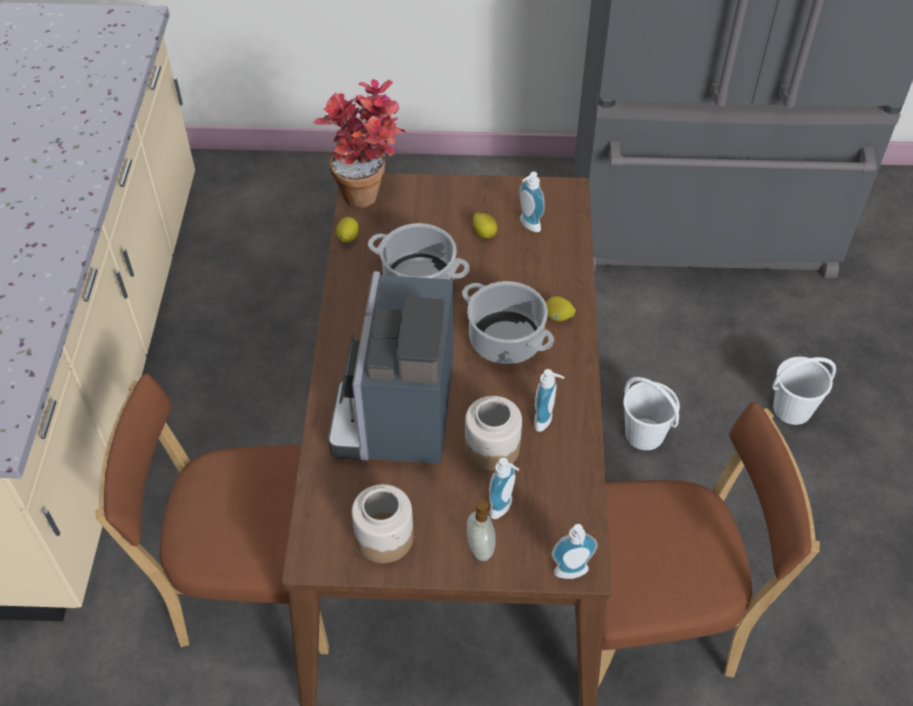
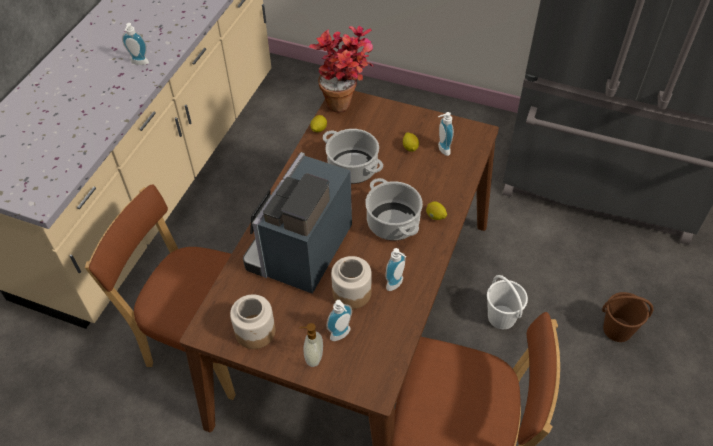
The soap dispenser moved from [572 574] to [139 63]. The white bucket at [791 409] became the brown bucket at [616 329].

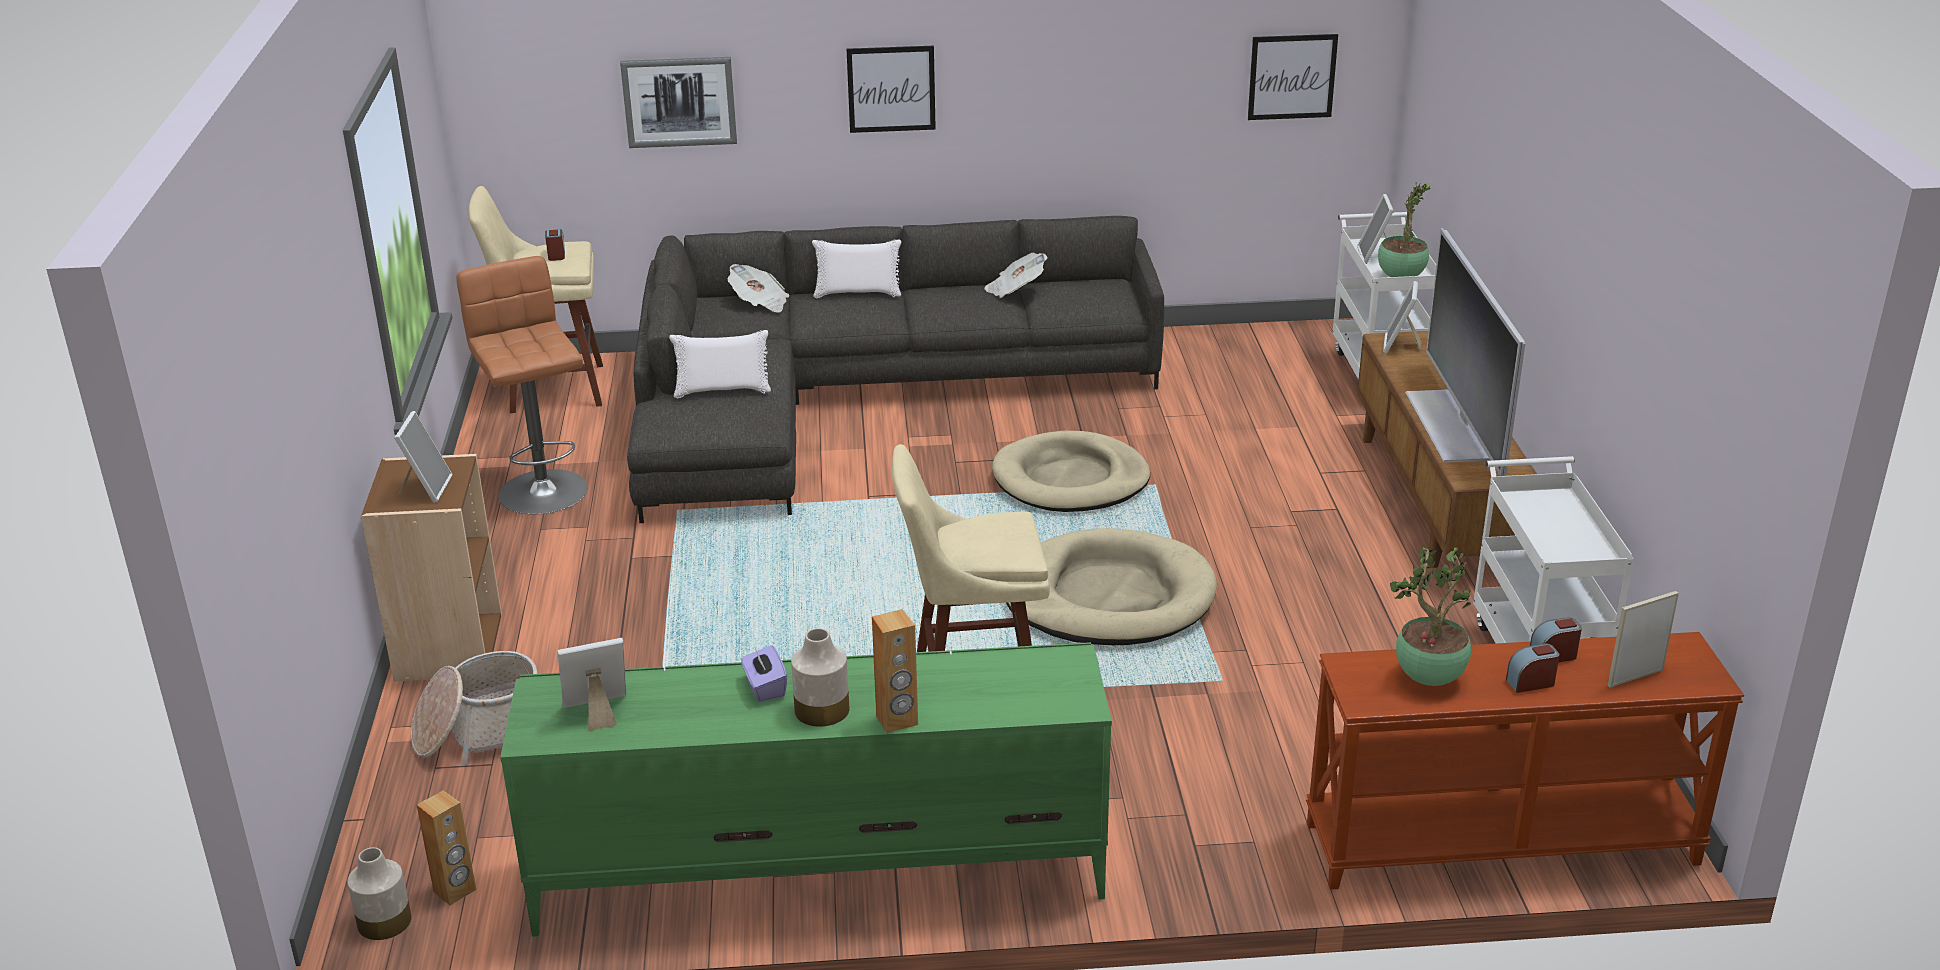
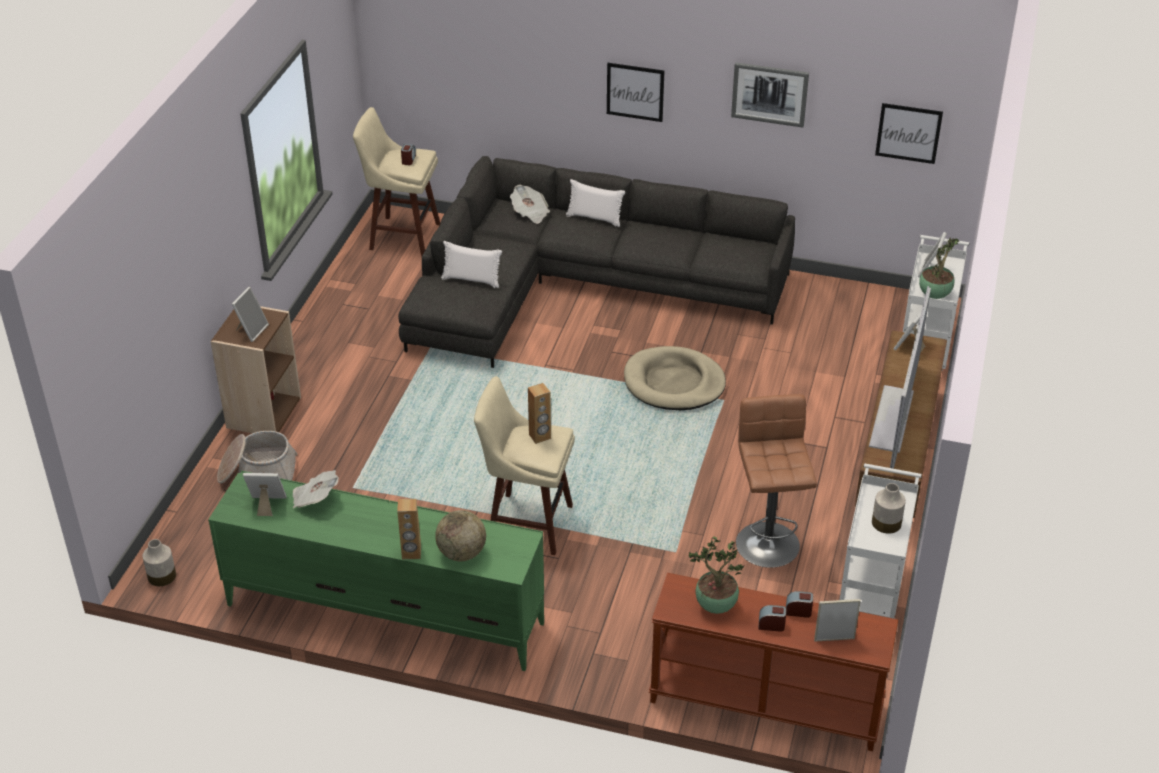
The purple tissue box at [765 687] disappeared. The beige dog bed at [1109 597] disappeared. The globe at [462 553] appeared. The brown speaker moved from [455 891] to [540 436]. The brown stool moved from [544 491] to [768 544]. The picture moved from [679 102] to [769 94]. The beige vase moved from [822 710] to [886 523]. The newspaper moved from [1015 290] to [315 499].

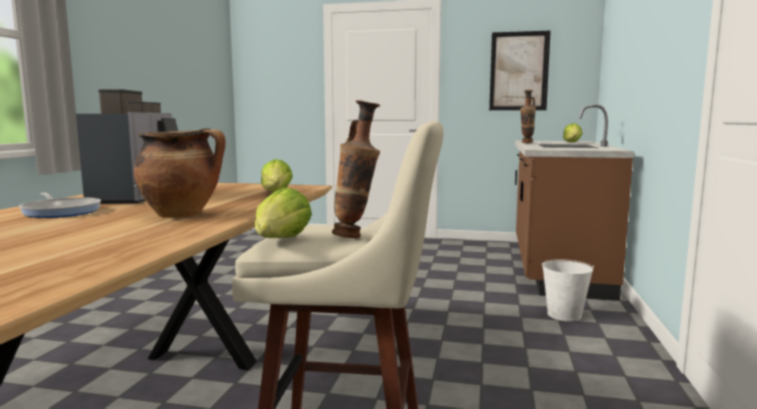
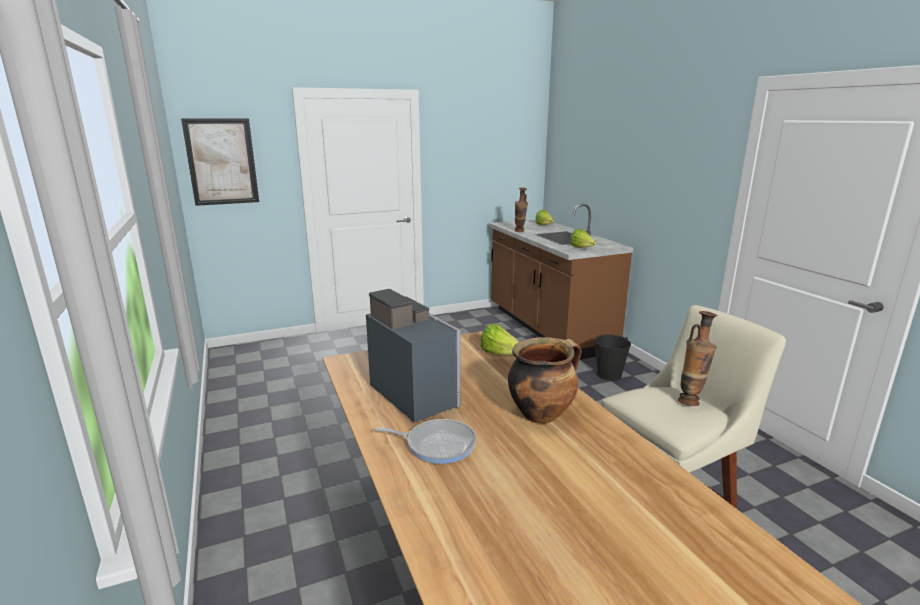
The lettuce moved from [281 241] to [582 248]. The picture moved from [519 71] to [222 162]. The white bucket at [564 315] became the black bucket at [609 375].

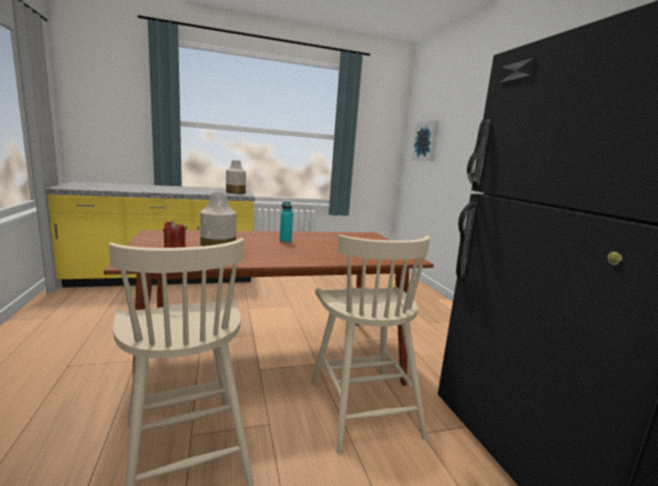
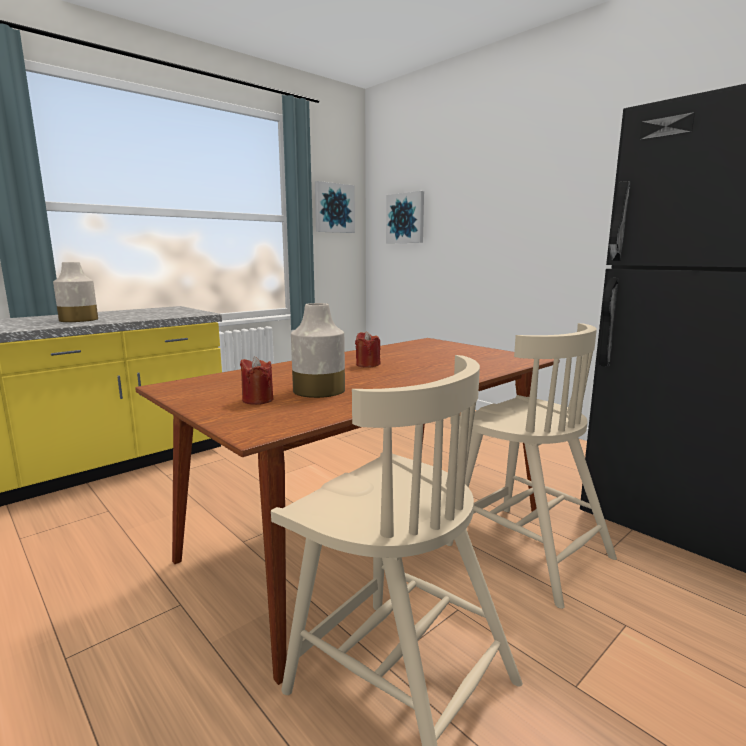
The picture at [334 208] appeared. The beige vase moved from [235 192] to [78 319]. The turquoise bottle at [285 241] was replaced by the red candle at [367 365].

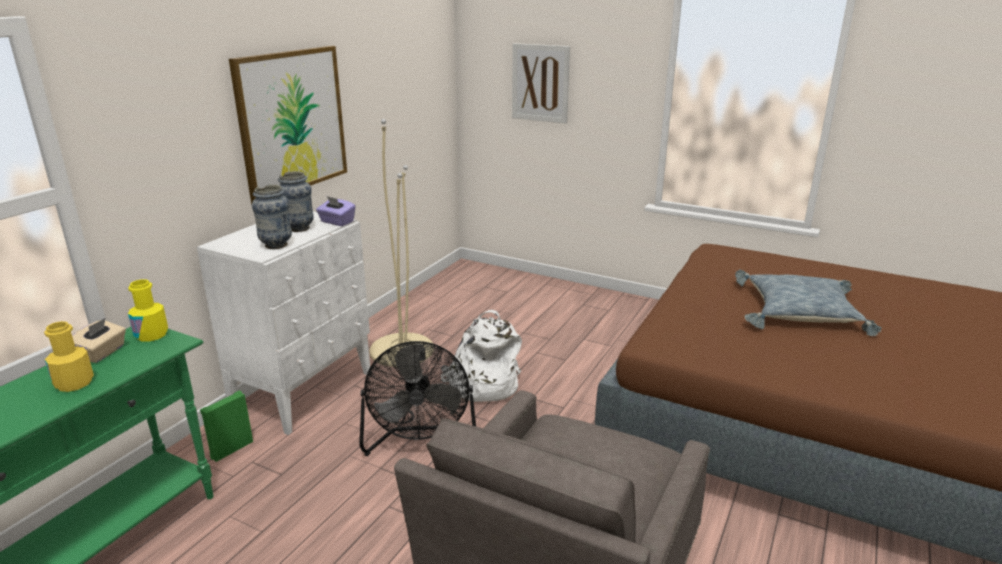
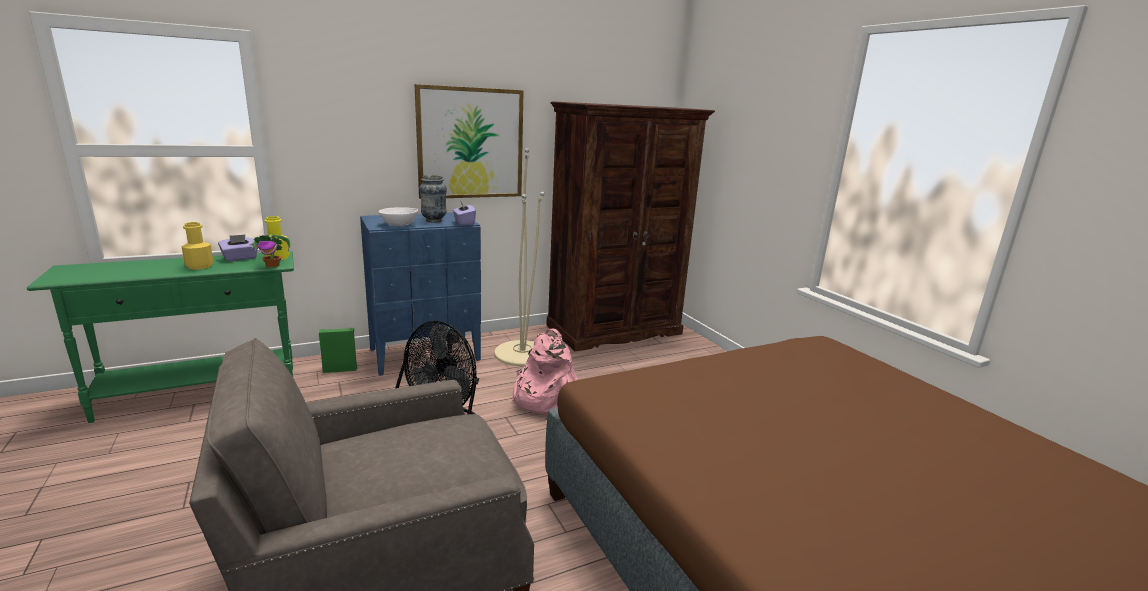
The picture at [540 83] disappeared. The pillow at [799 308] disappeared. The potted plant at [273 265] appeared. The brown wardrobe at [614 330] appeared. The vase at [276 245] was replaced by the white bowl at [399 224]. The beige tissue box at [102 353] became the purple tissue box at [240 258]. The white dresser at [305 392] became the blue dresser at [426 355]. The white backpack at [482 384] became the pink backpack at [543 398].

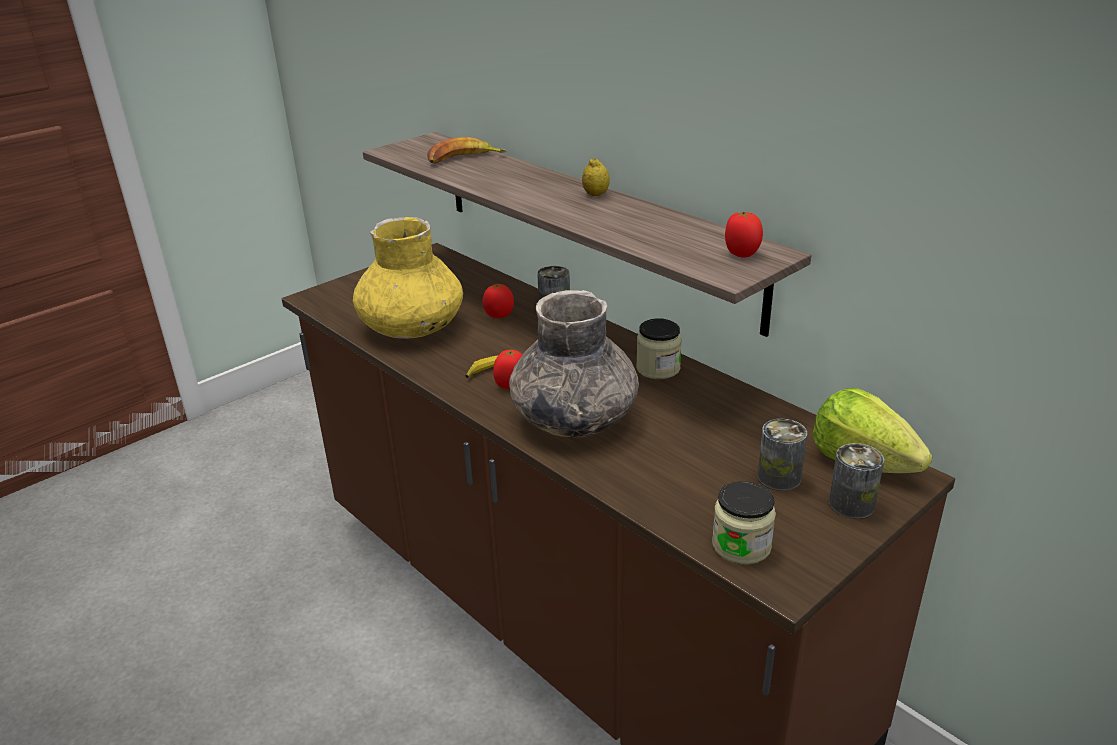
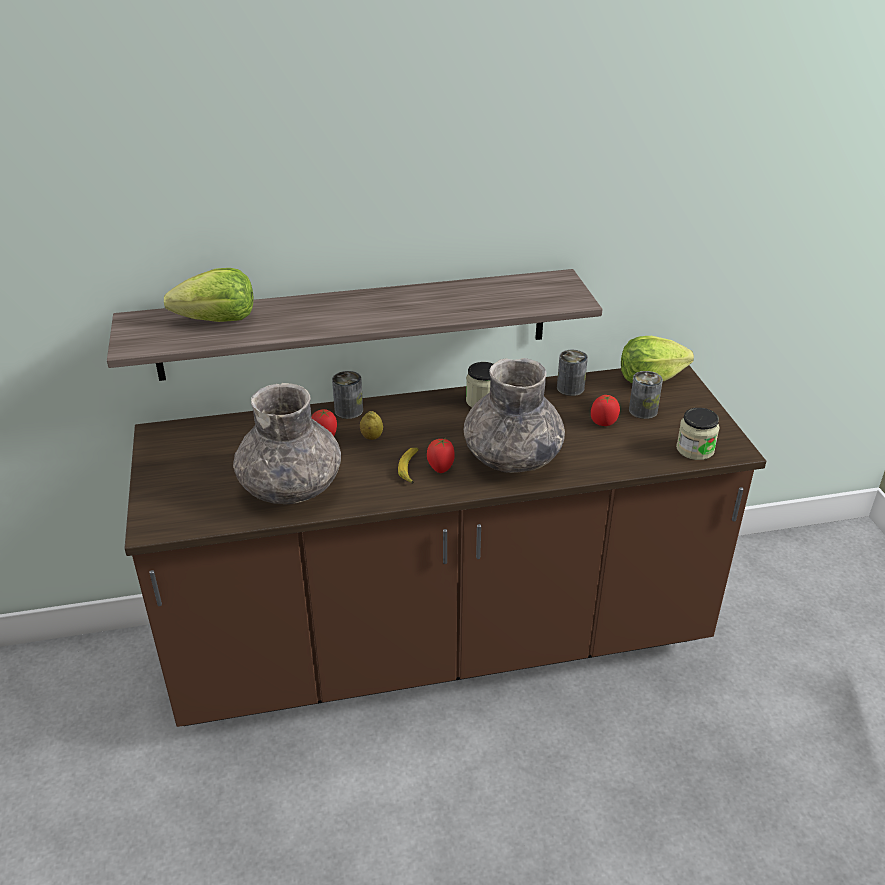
The lemon moved from [595 195] to [371 437]. The tomato moved from [741 254] to [603 423]. The can moved from [851 504] to [570 388]. The banana at [463 159] was replaced by the lettuce at [218 320]. The yellow vase at [412 328] became the grey vase at [291 487].

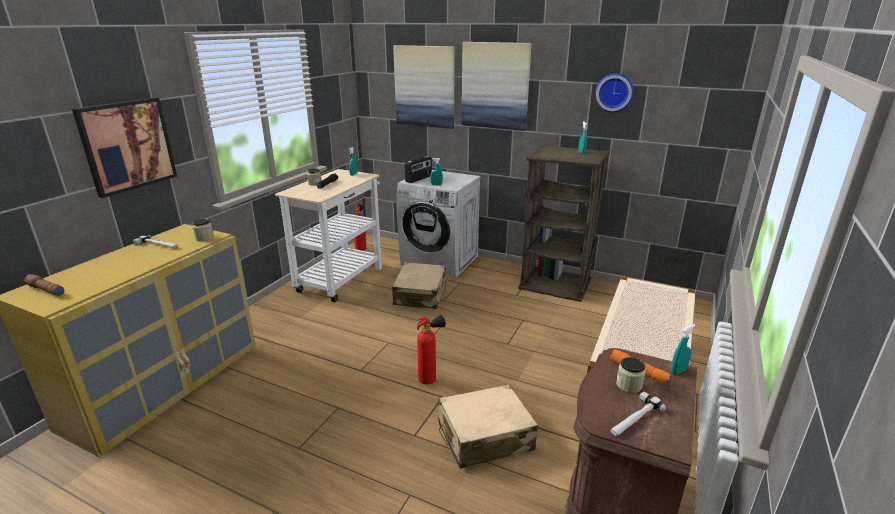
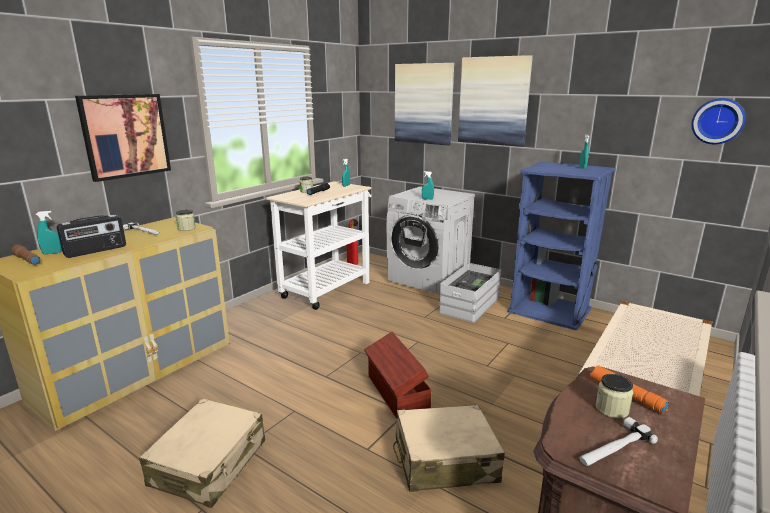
The grey storage box at [470 305] appeared. The beige suitcase moved from [420 294] to [209 463]. The radio moved from [419 179] to [96 251]. The wall clock moved from [614 92] to [718 121]. The turquoise spray bottle moved from [678 371] to [52 253]. The fire extinguisher at [430 379] was replaced by the brown storage box at [397 393]. The brown bookcase at [556 284] became the blue bookcase at [550 310].

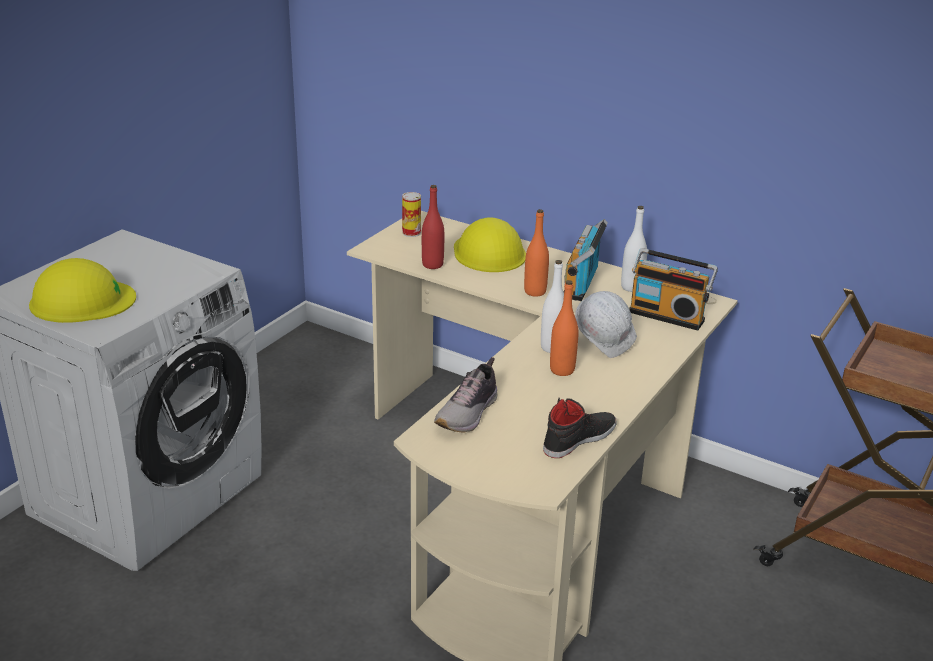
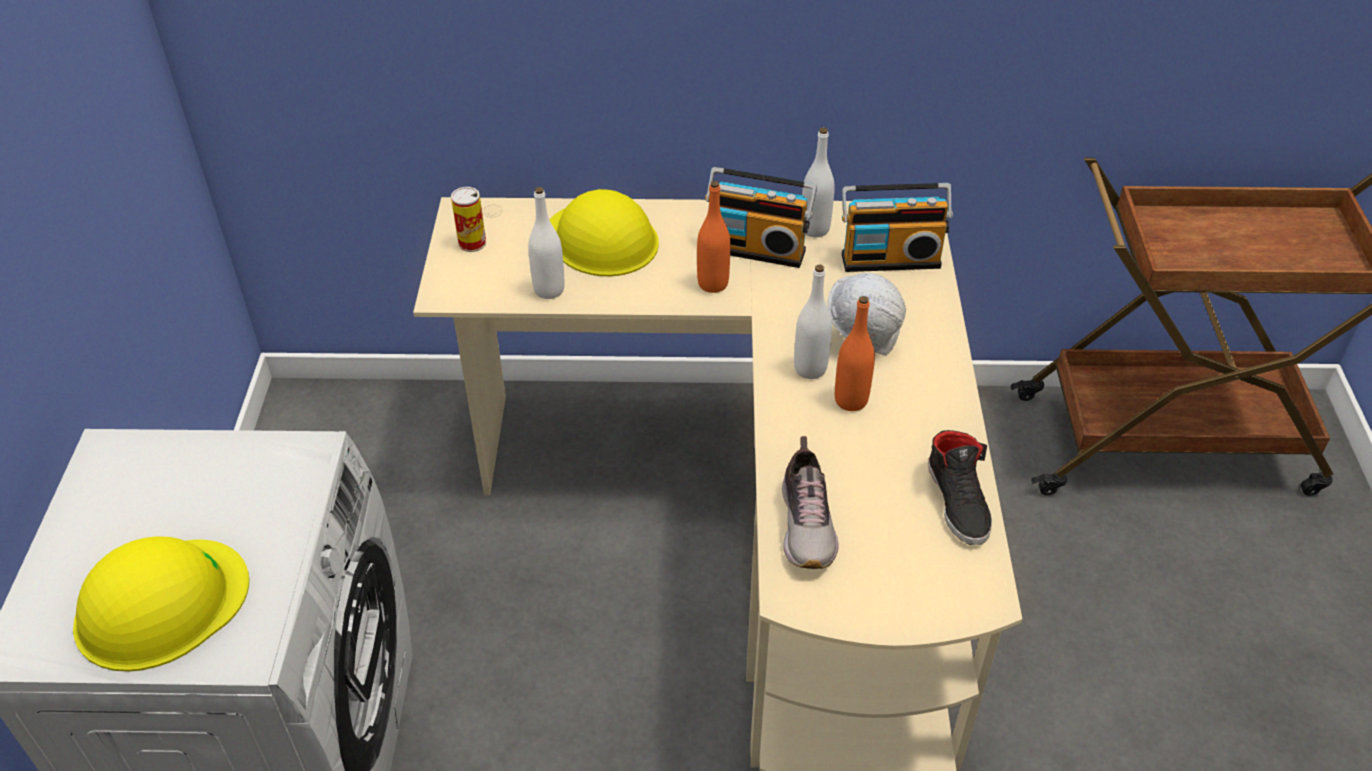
The red bottle at [432 265] became the white bottle at [549 290]. The black shoe at [579 438] turned 150 degrees clockwise. The radio at [582 285] turned 60 degrees counterclockwise.

